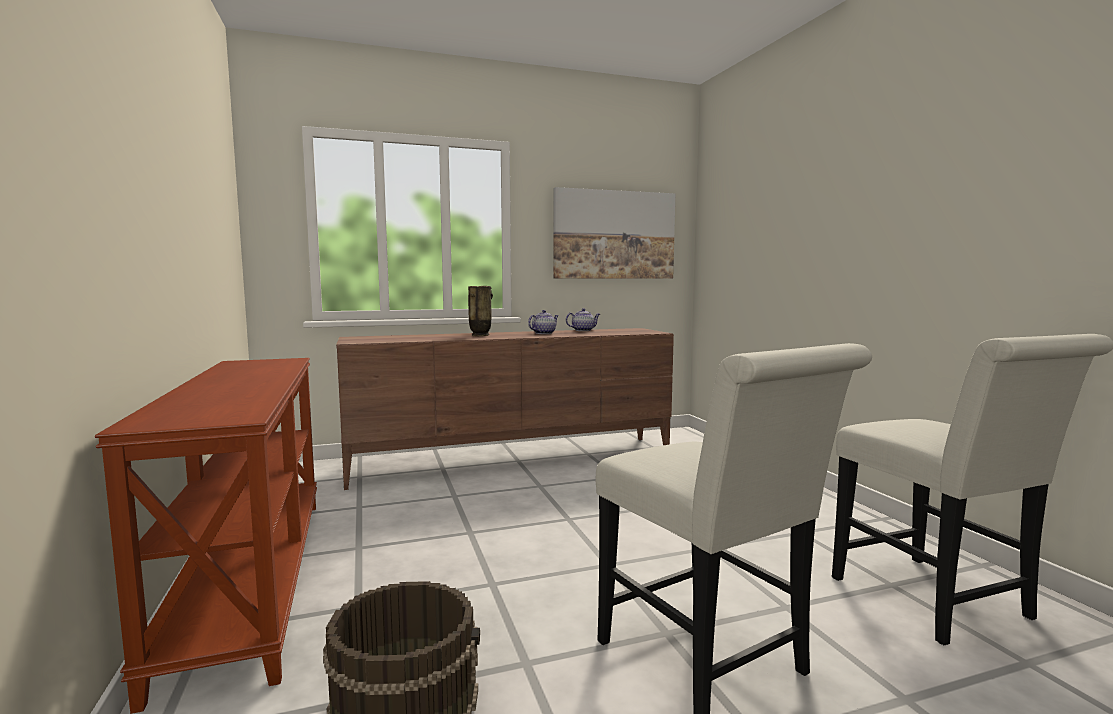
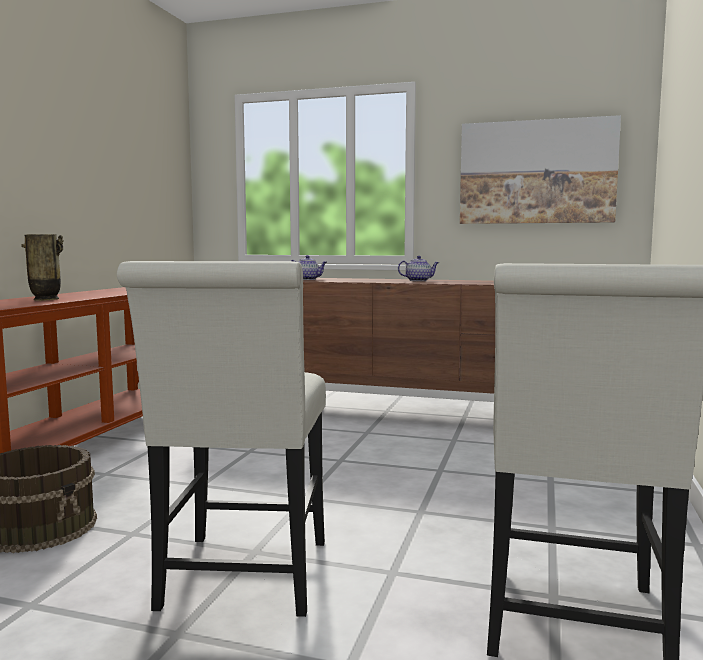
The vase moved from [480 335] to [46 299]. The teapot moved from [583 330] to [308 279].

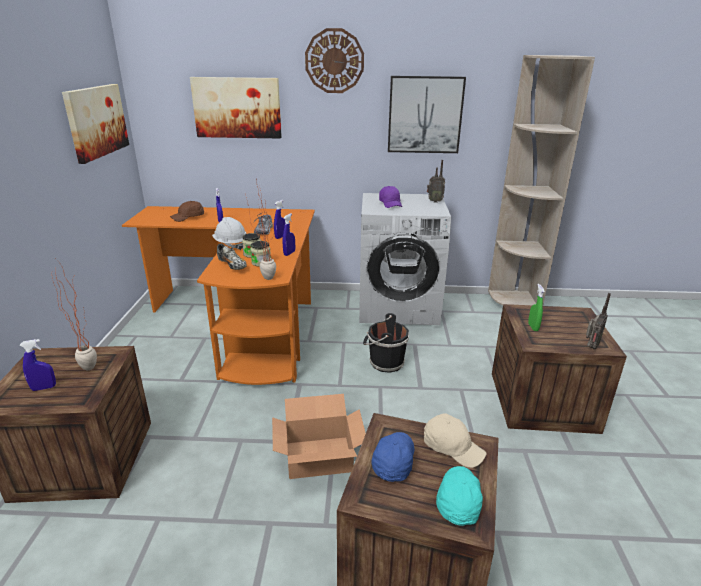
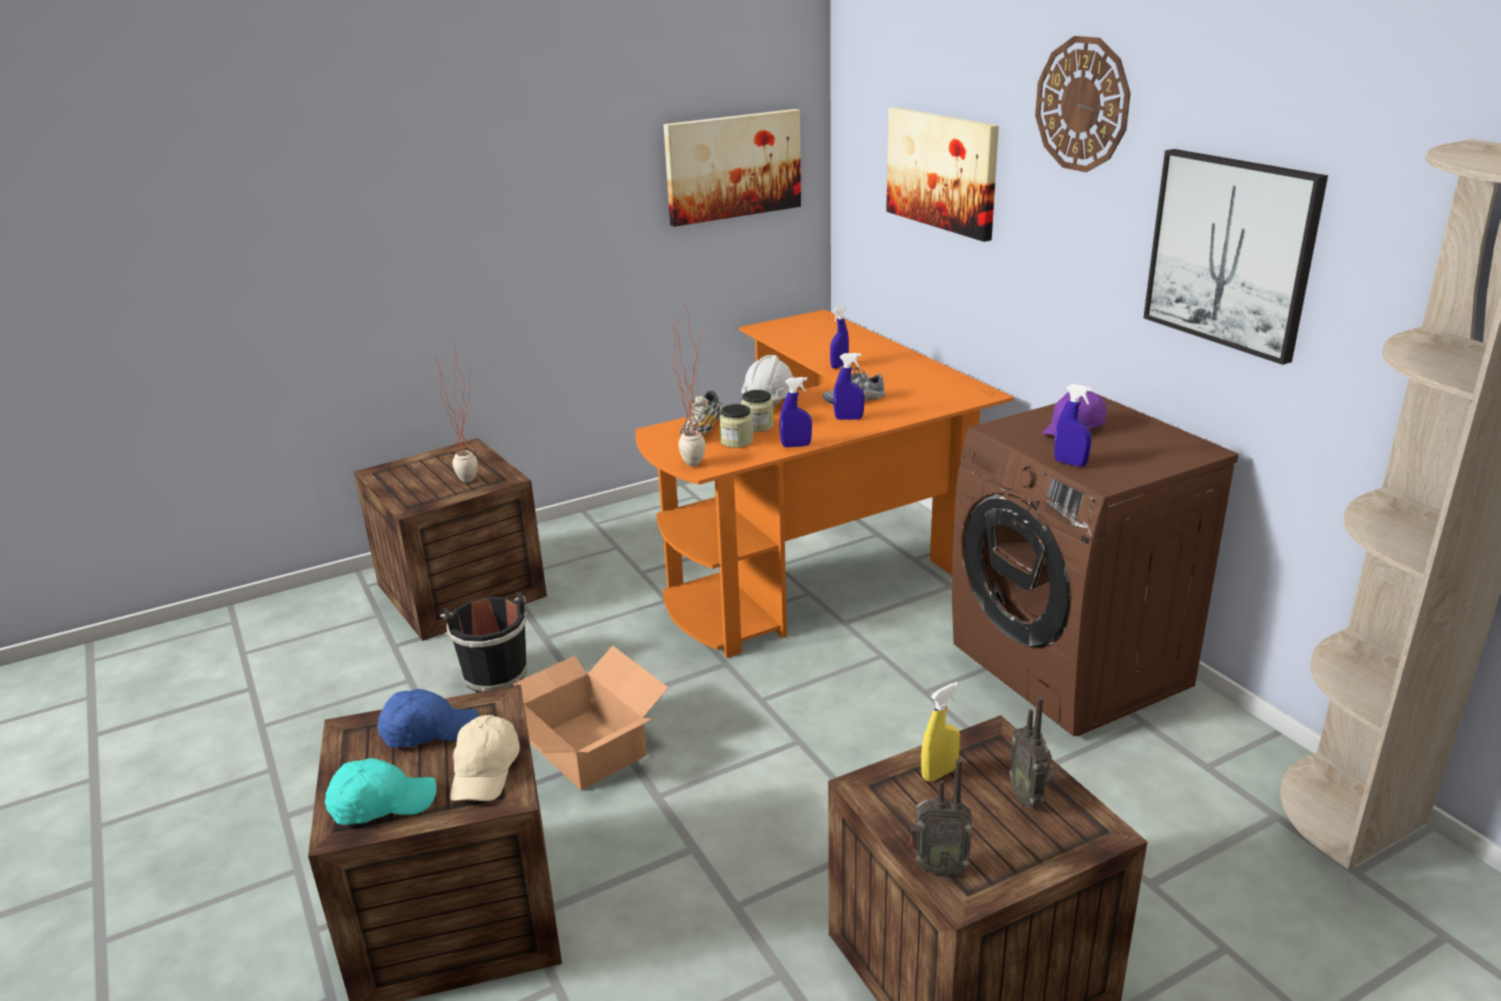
The brown cap at [188 217] disappeared. The blue spray bottle moved from [44 388] to [1070 463]. The black bucket moved from [385 363] to [494 673]. The radio moved from [434 201] to [1028 797]. The white washing machine at [398 309] became the brown washing machine at [1069 669]. The green spray bottle at [533 327] became the yellow spray bottle at [939 773].

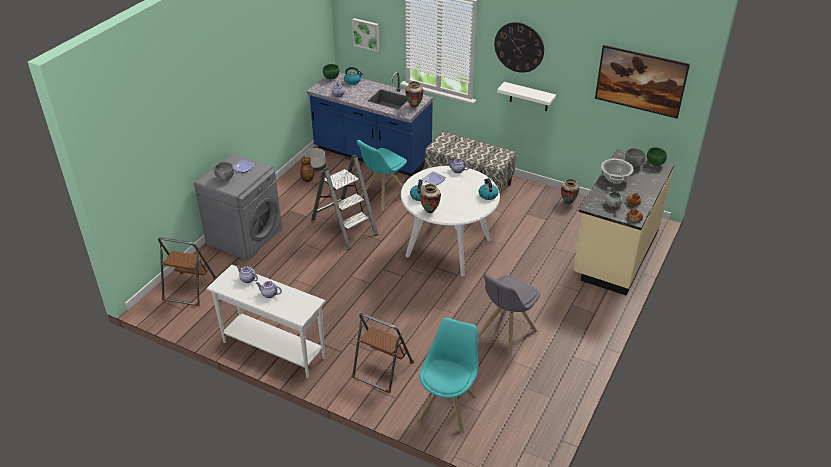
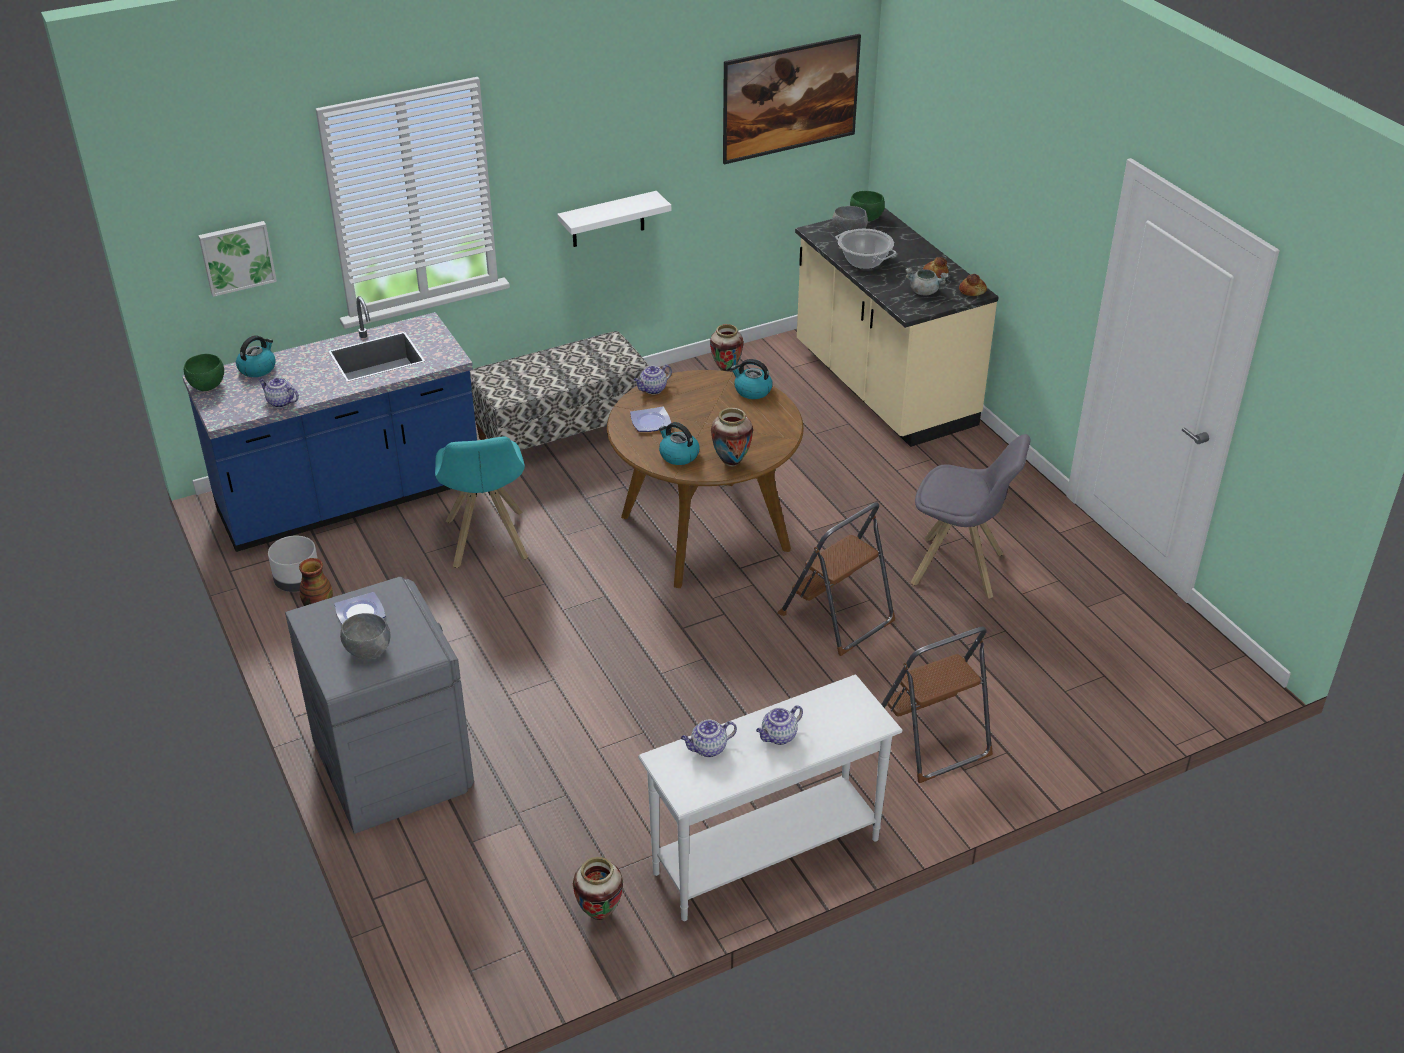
The grey step ladder at [344 226] disappeared. The turquoise chair at [448 407] disappeared. The wall clock at [519 47] disappeared. The brown step ladder moved from [188 290] to [839 619]. The vase moved from [414 106] to [599 913]. The white dining table at [448 247] became the brown dining table at [705 532]. The grey chair at [506 332] turned 60 degrees counterclockwise.

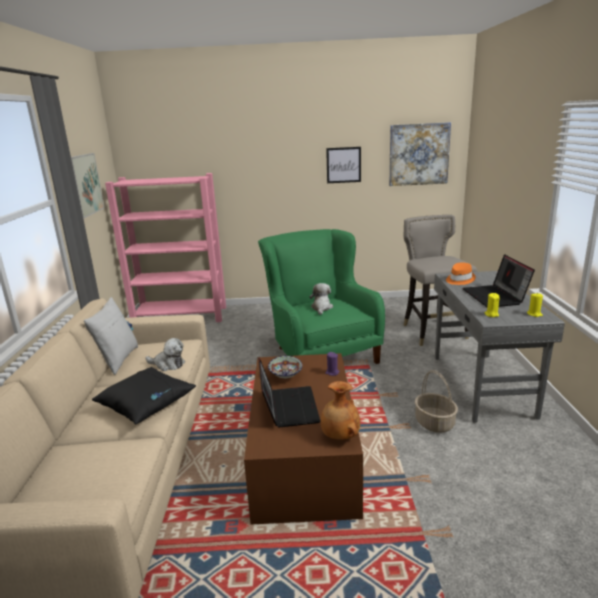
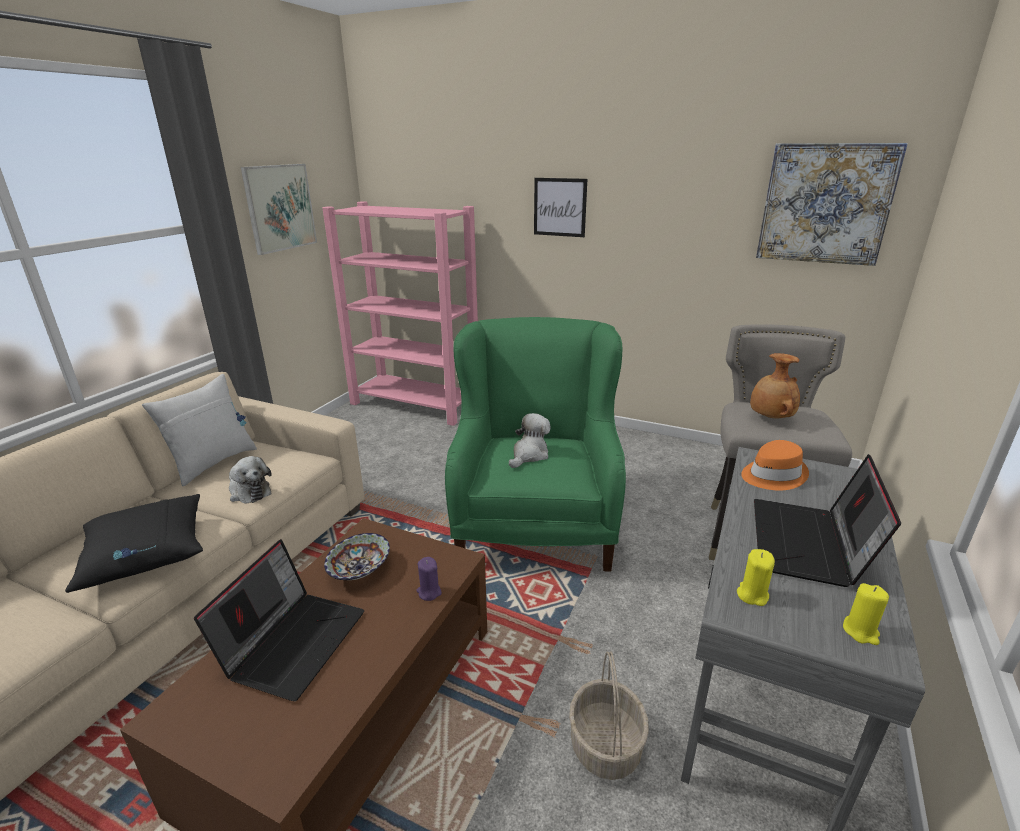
The brown vase moved from [340 436] to [770 417]. The picture moved from [343 165] to [560 207].

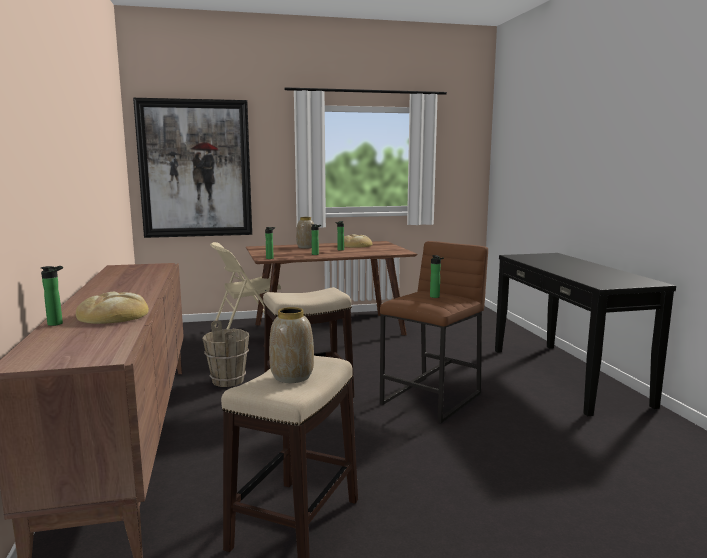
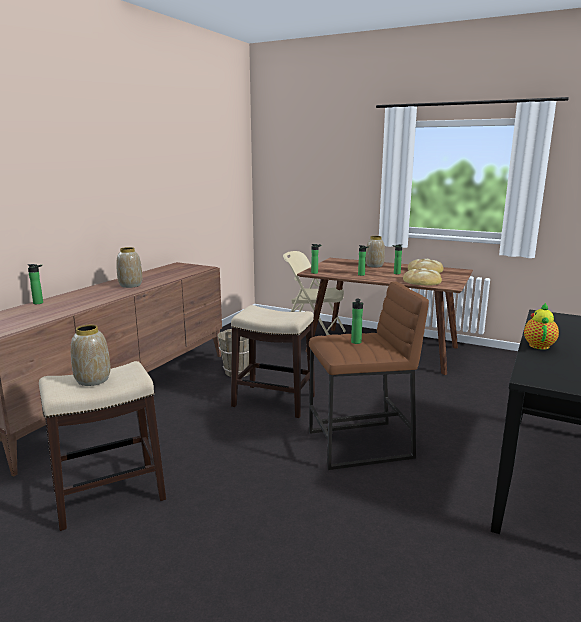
The picture at [195 169] disappeared. The vase at [131 285] appeared. The teapot at [538 345] appeared. The bread moved from [114 315] to [422 281].

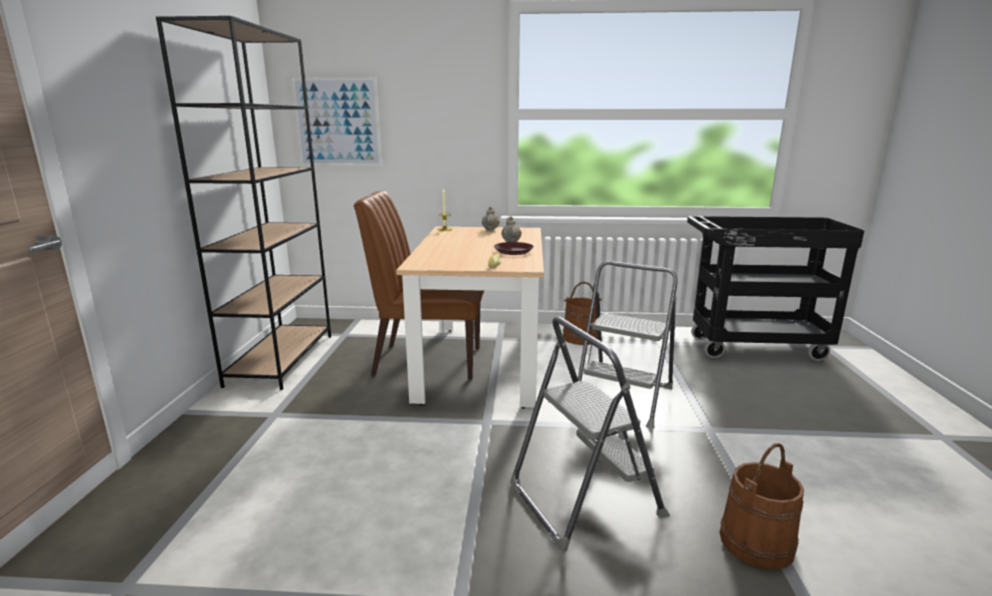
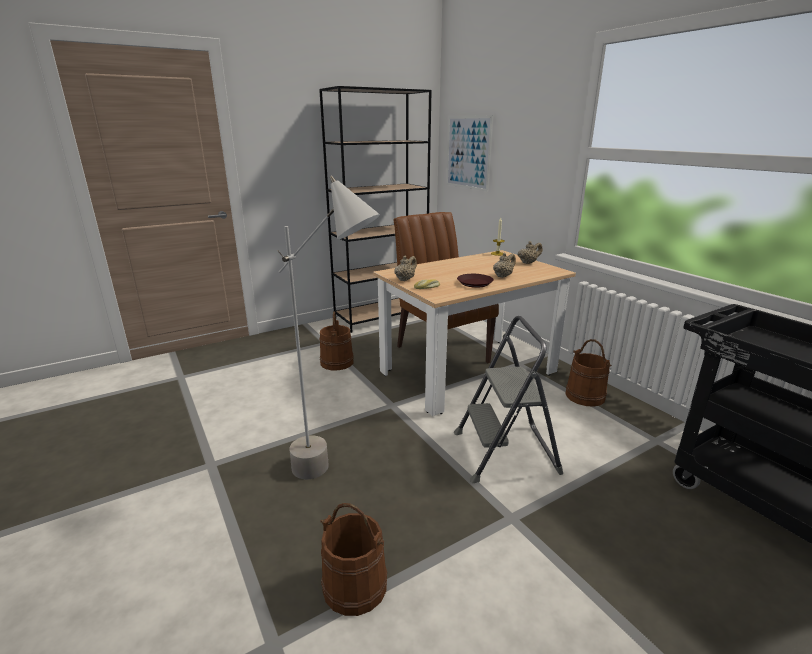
The brown bucket at [336 362] appeared. The beige teapot at [405 279] appeared. The grey step ladder at [580 499] was replaced by the grey floor lamp at [336 475].

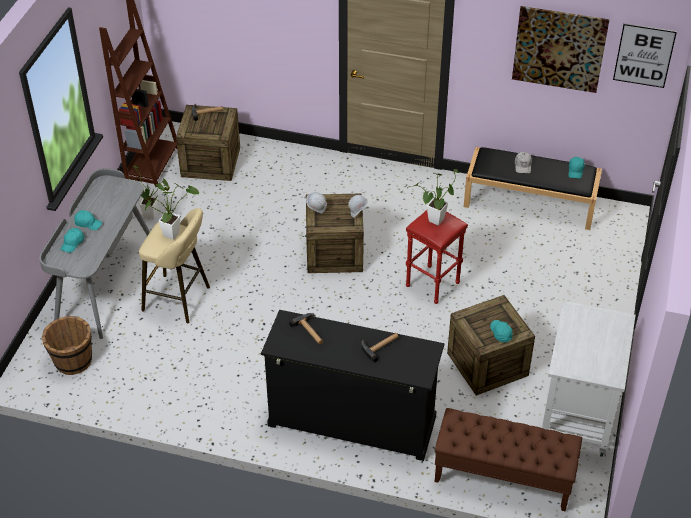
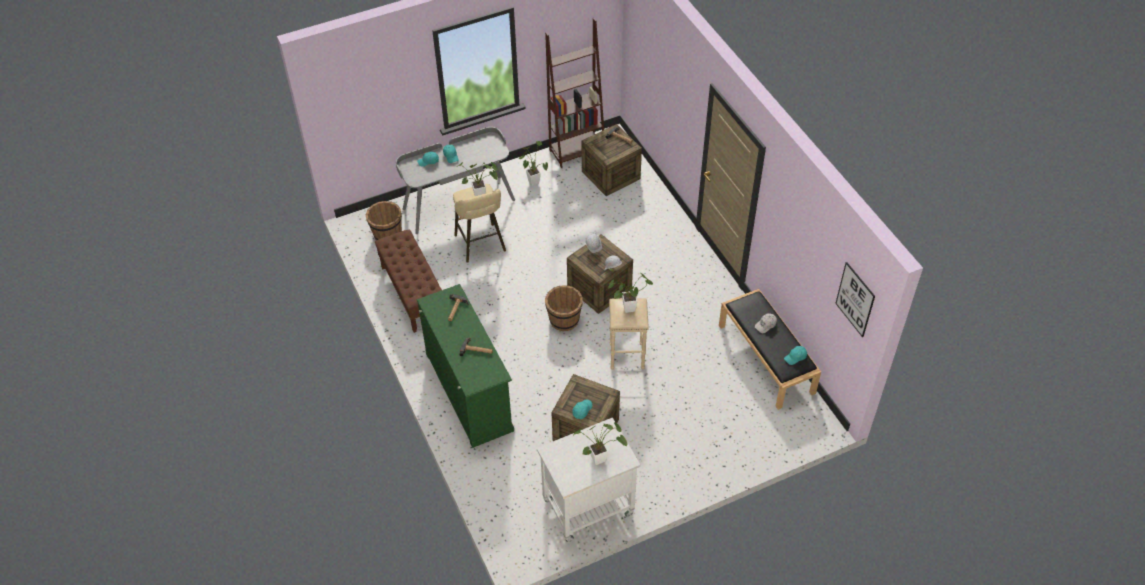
The picture at [559 49] disappeared. The brown bucket at [564 320] appeared. The potted plant at [601 458] appeared. The brown bench moved from [503 476] to [413 293]. The black cabinet at [351 421] became the green cabinet at [468 391]. The red stool at [434 284] became the beige stool at [627 356].

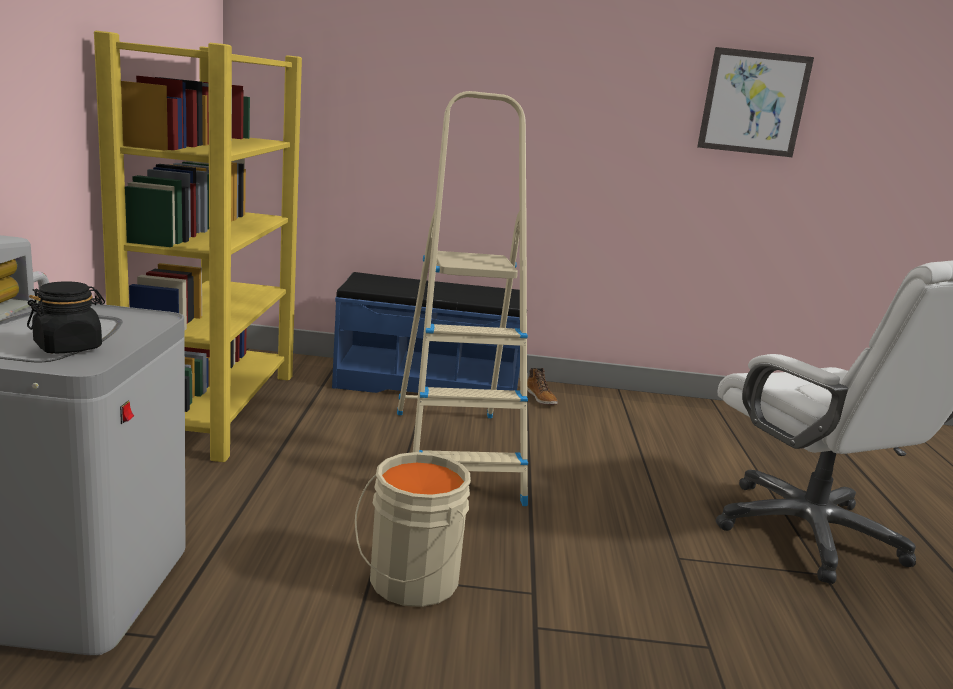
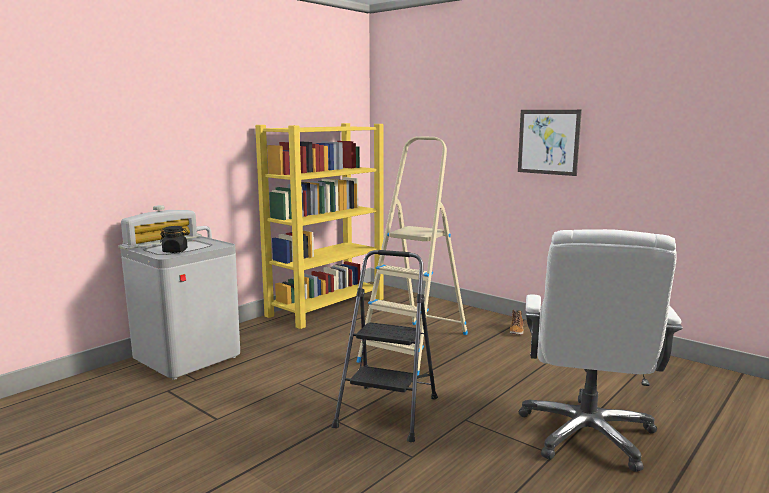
The blue bench at [427 383] disappeared. The beige bucket at [410 582] disappeared. The black step ladder at [388 409] appeared. The picture moved from [754 103] to [548 142].

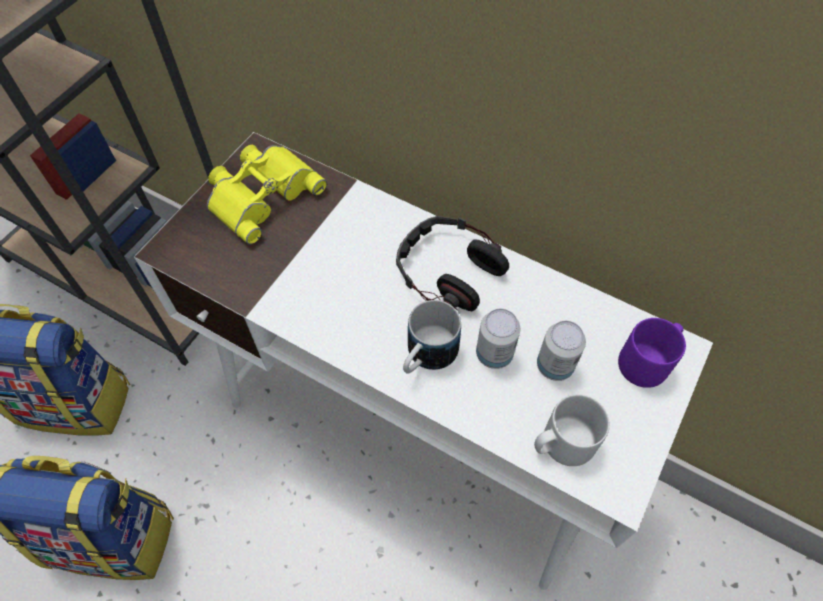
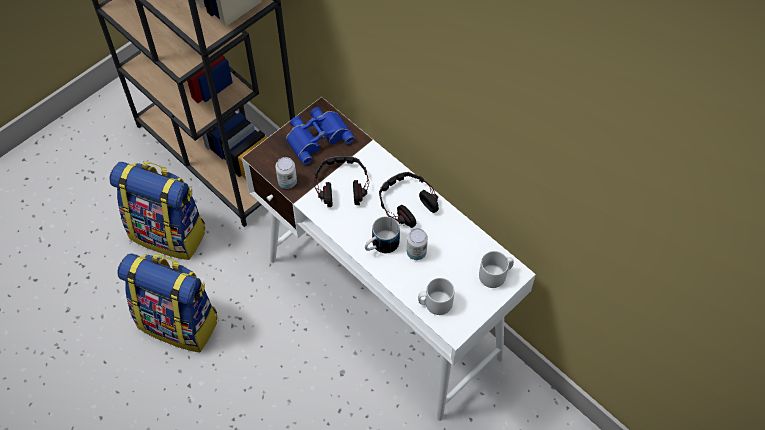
The headphones at [341 186] appeared. The can moved from [554 365] to [287 182]. The yellow binoculars at [261 193] became the blue binoculars at [317 136]. The purple mug at [647 361] became the grey mug at [495 275].

